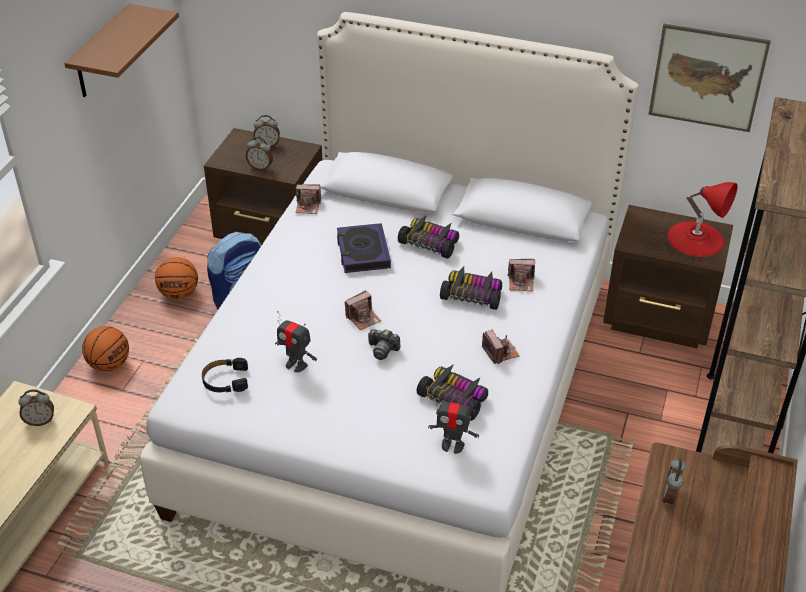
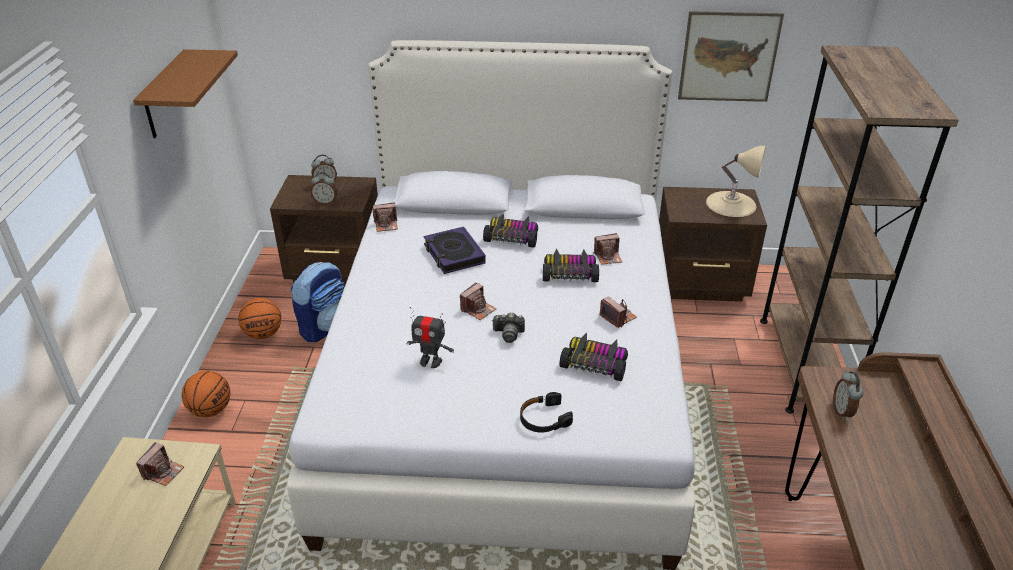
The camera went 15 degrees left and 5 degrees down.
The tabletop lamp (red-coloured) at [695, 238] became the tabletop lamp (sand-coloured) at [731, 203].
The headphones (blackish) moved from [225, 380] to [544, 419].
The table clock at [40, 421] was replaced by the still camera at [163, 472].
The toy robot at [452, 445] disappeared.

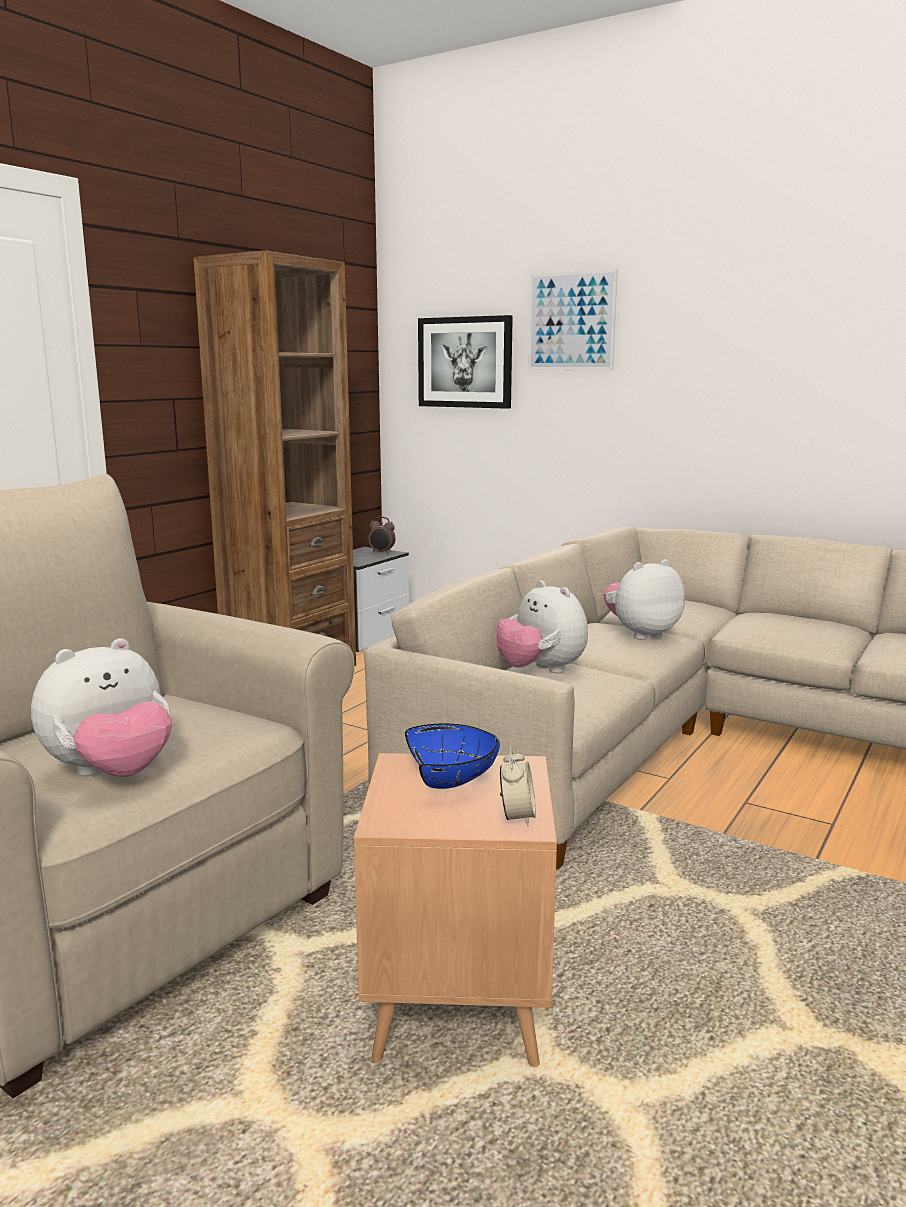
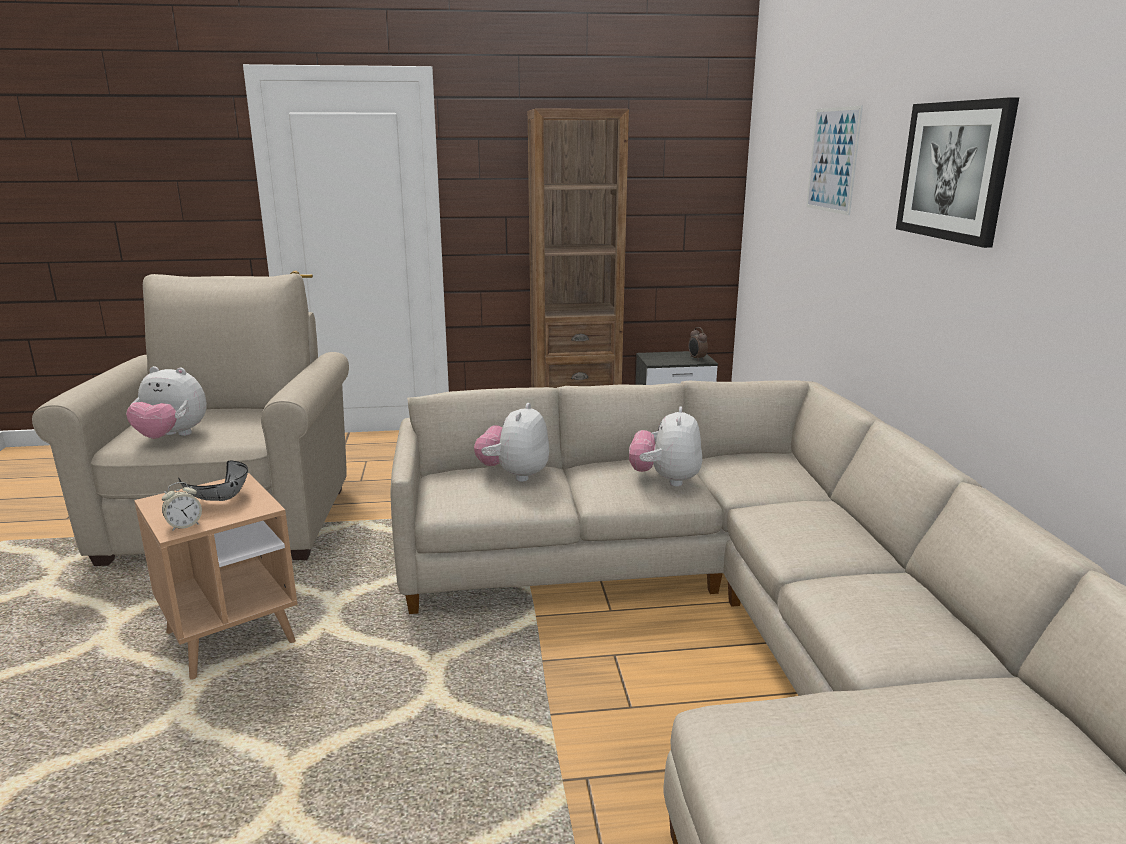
The camera went 50 degrees right and 5 degrees up.
The wall picture moved from [465, 362] to [954, 171].
The plush toy at [641, 634] turned 105 degrees counterclockwise.
The deep dish (bluish) at [454, 781] became the deep dish (grey) at [222, 499].

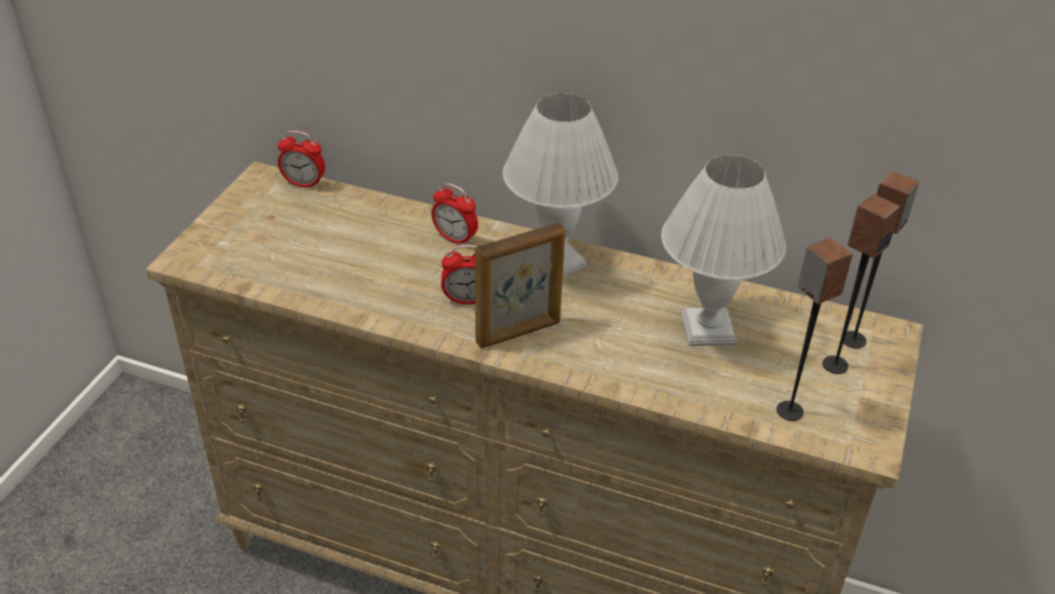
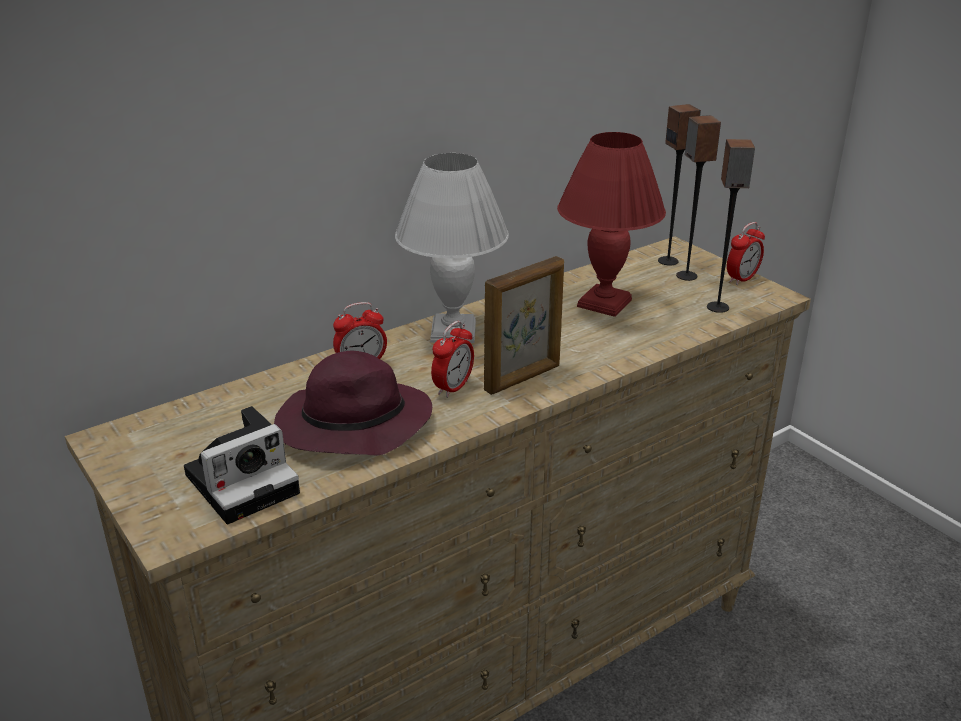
The camera went 55 degrees left and 10 degrees down.
The table clock moved from [304, 184] to [742, 279].
The tabletop lamp (white-coloured) at [709, 330] became the tabletop lamp (red-coloured) at [606, 303].
The picture frame at [519, 333] turned 45 degrees clockwise.
The clothing hat (purple-coloured) at [351, 426] appeared.
The still camera at [245, 481] appeared.

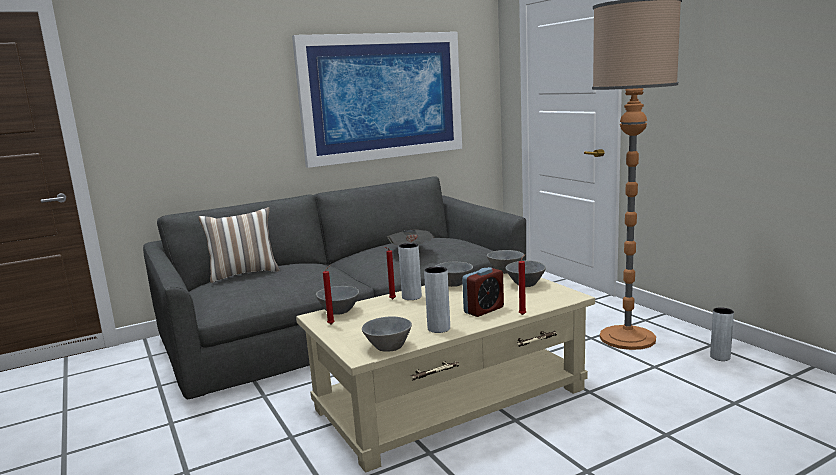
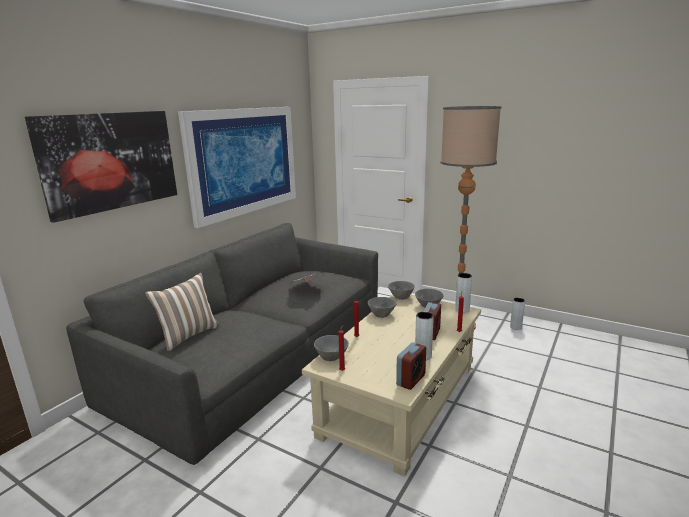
The camera went 30 degrees left and 5 degrees up.
The decorative vase (grey) moved from [411, 297] to [462, 310].
The deep dish (grey) at [388, 346] was replaced by the table clock at [411, 380].
The wall picture at [110, 161] appeared.

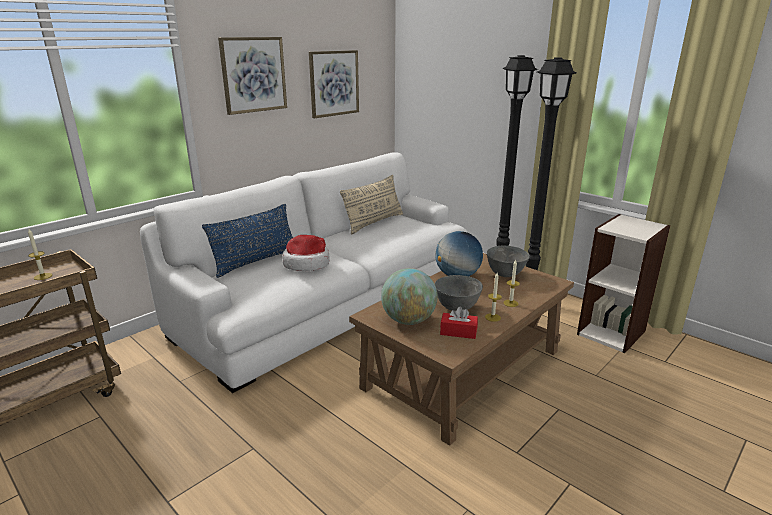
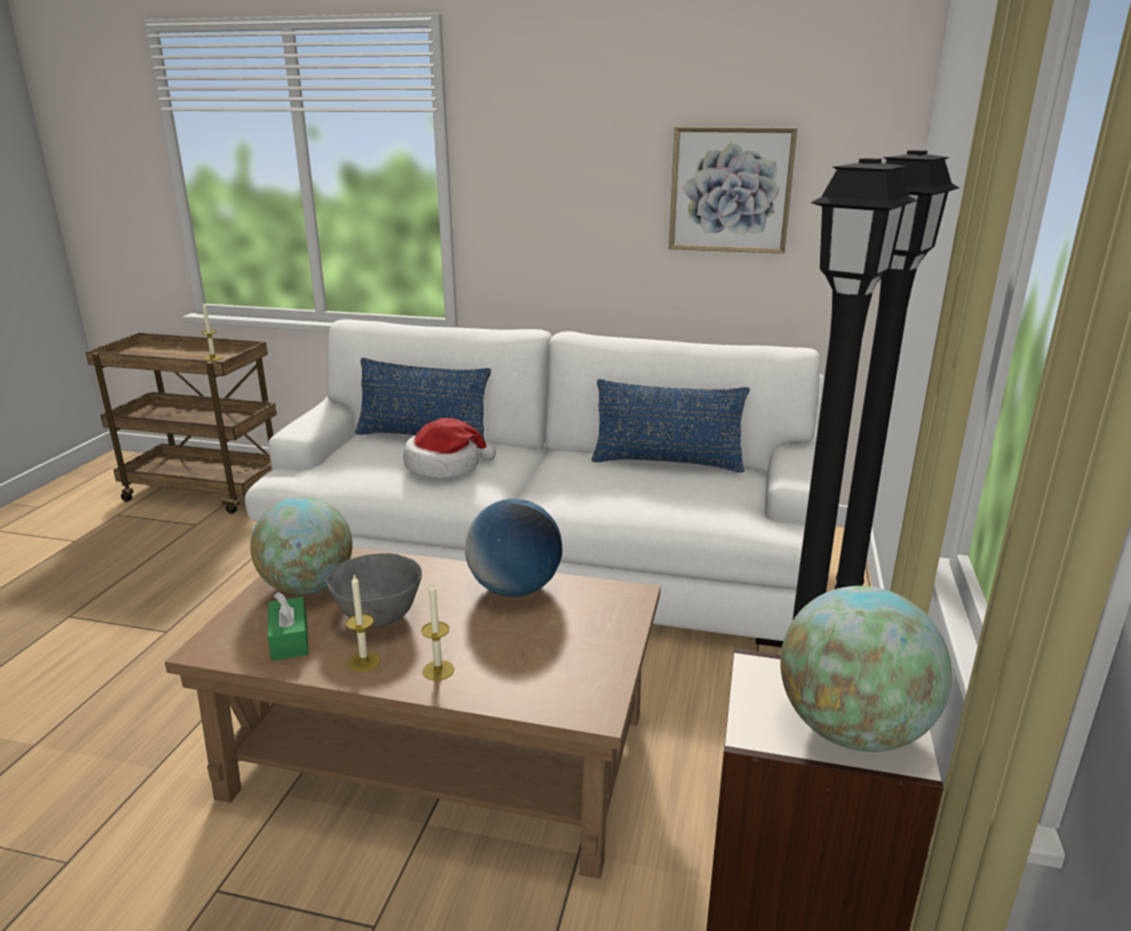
The camera went 60 degrees right and 0 degrees up.
The wall picture at [253, 75] disappeared.
The cushion (sand-coloured) at [374, 222] became the cushion (bluish) at [667, 463].
The deep dish (grey) at [505, 274] disappeared.
The tissue box (red-coloured) at [458, 332] became the tissue box (green-coloured) at [290, 639].
The world globe at [852, 730] appeared.

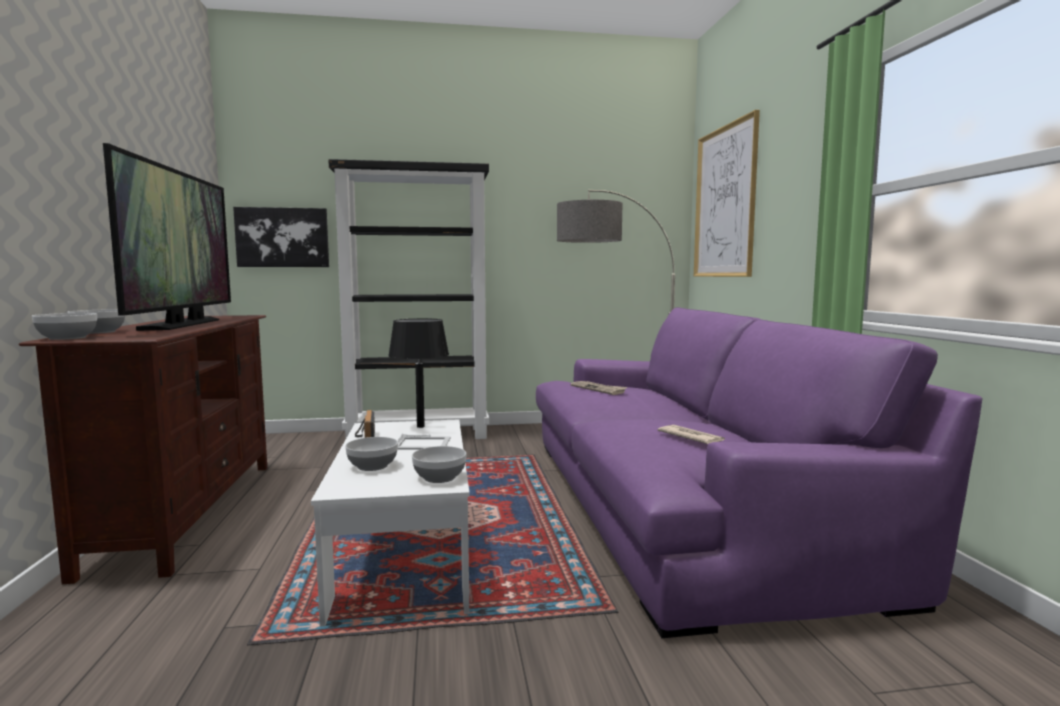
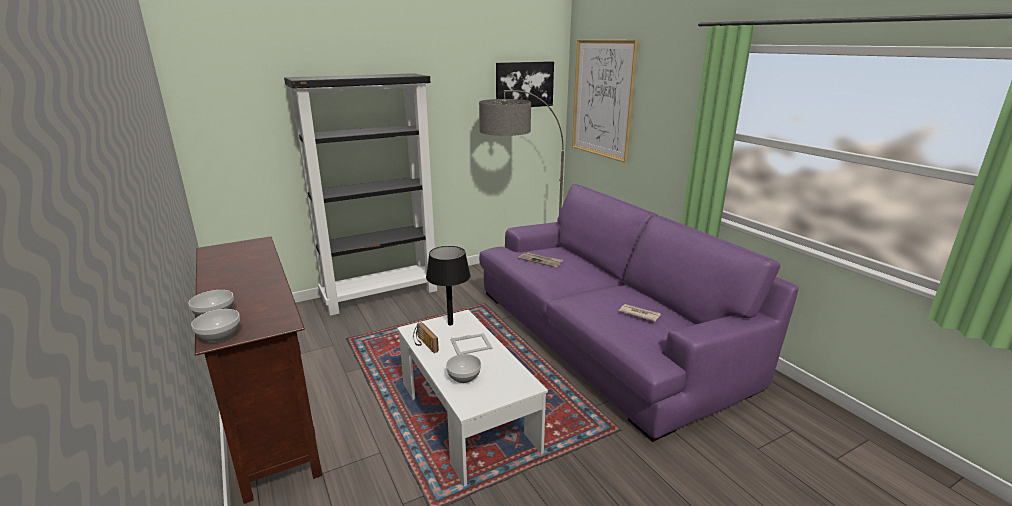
The camera went 20 degrees left and 15 degrees up.
The TV set at [183, 324] disappeared.
The wall picture moved from [283, 237] to [524, 84].
The deep dish at [439, 477] disappeared.

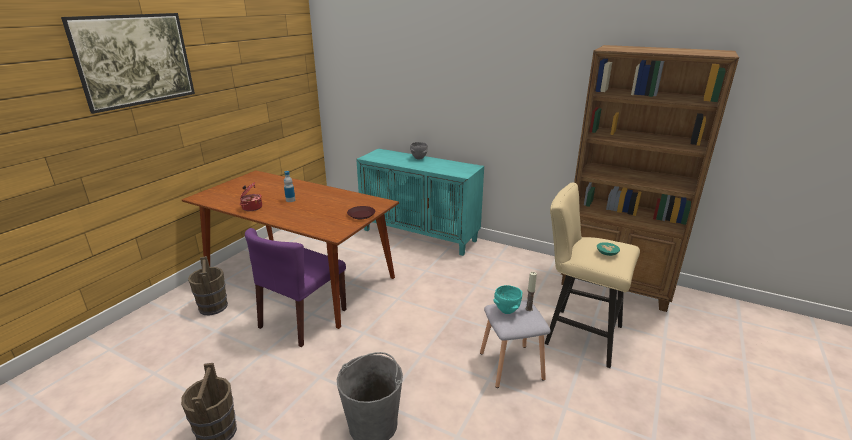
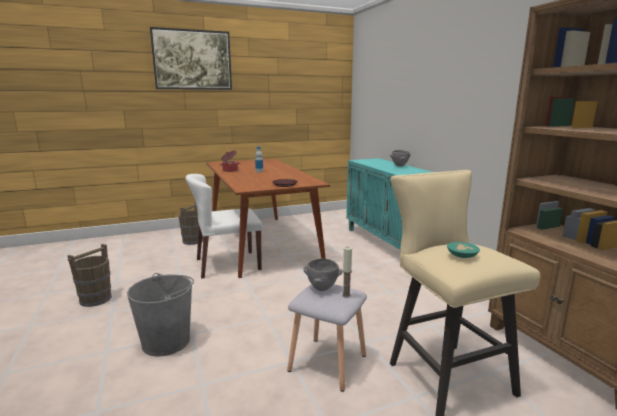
The camera went 40 degrees right and 10 degrees down.
The chair (purple-coloured) at [303, 319] became the chair (white-coloured) at [227, 264].
The deep dish (turquoise-coloured) at [506, 311] became the deep dish (grey) at [321, 288].

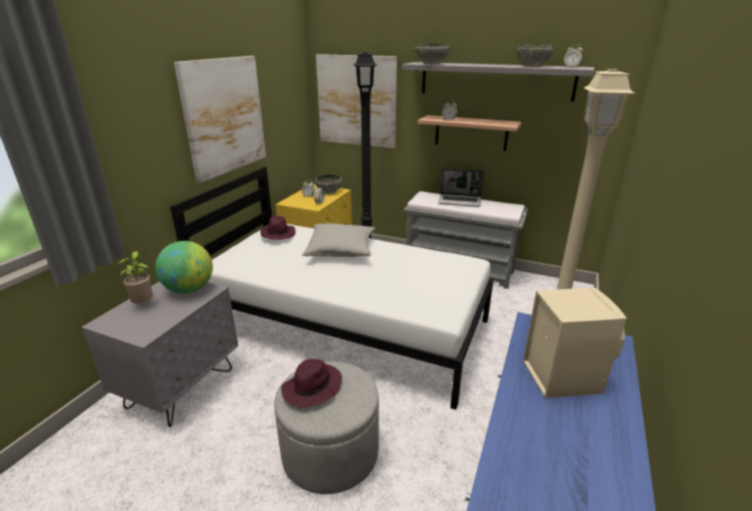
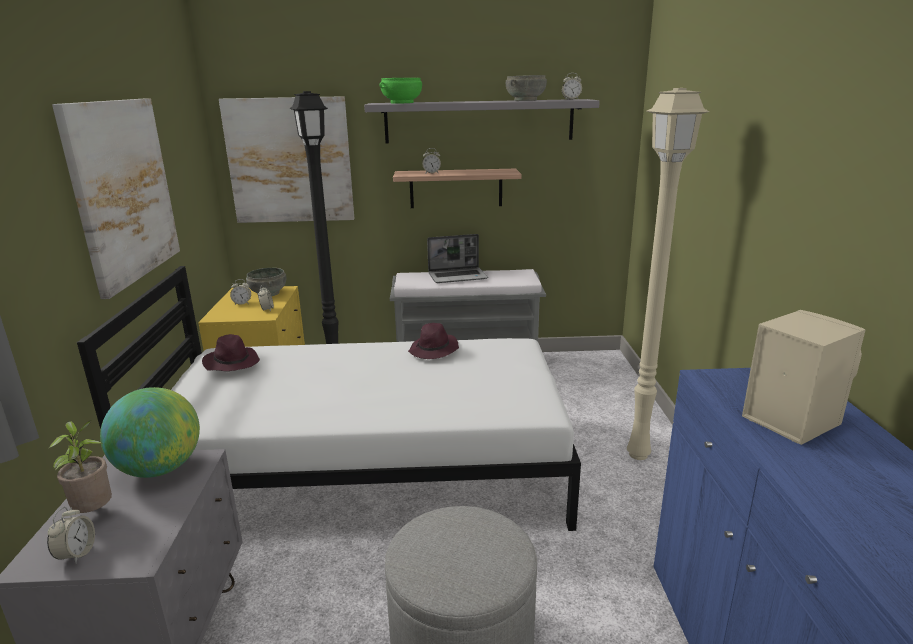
The camera went 25 degrees left and 5 degrees down.
The deep dish (grey) at [432, 63] became the deep dish (green-coloured) at [401, 103].
The cushion (grey) at [341, 250] disappeared.
The clothing hat (purple-coloured) moved from [312, 389] to [434, 350].
The table clock at [77, 554] appeared.

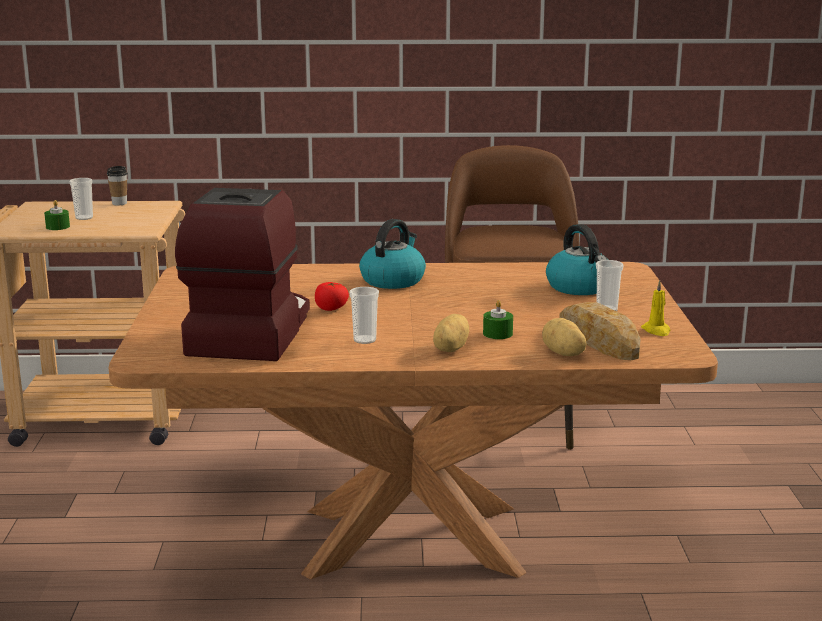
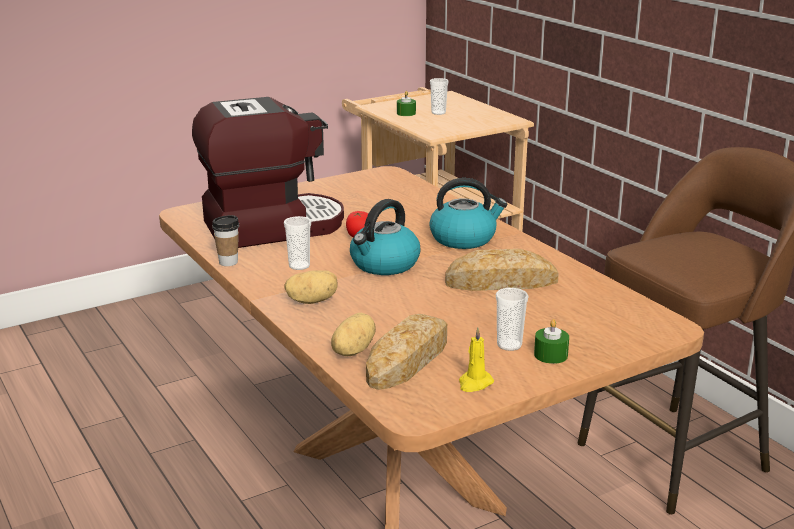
The camera went 60 degrees right and 5 degrees up.
The small cup moved from [119, 203] to [228, 262].
The water kettle moved from [580, 287] to [384, 264].
The wax candle (green-coloured) moved from [497, 334] to [550, 355].
The bread at [501, 282] appeared.

